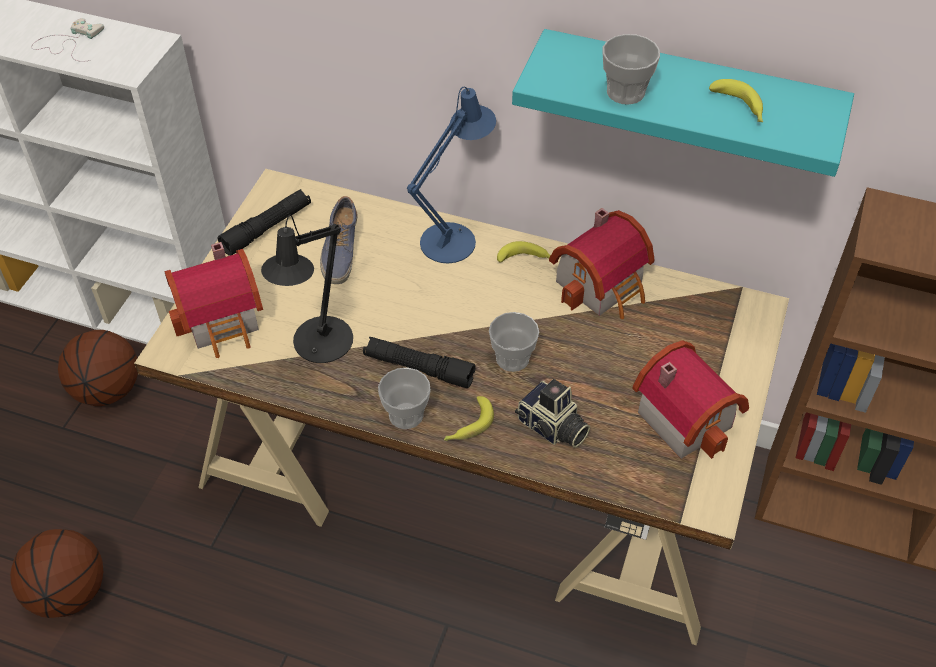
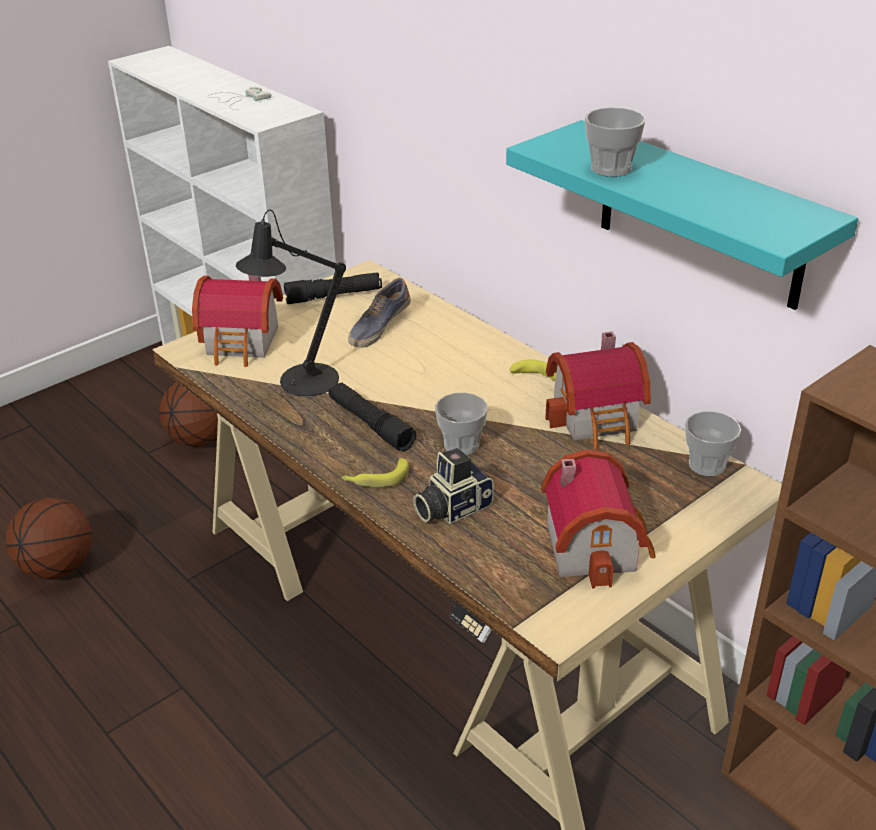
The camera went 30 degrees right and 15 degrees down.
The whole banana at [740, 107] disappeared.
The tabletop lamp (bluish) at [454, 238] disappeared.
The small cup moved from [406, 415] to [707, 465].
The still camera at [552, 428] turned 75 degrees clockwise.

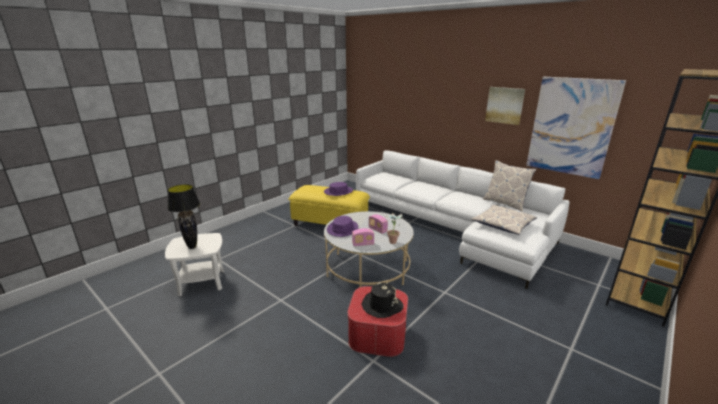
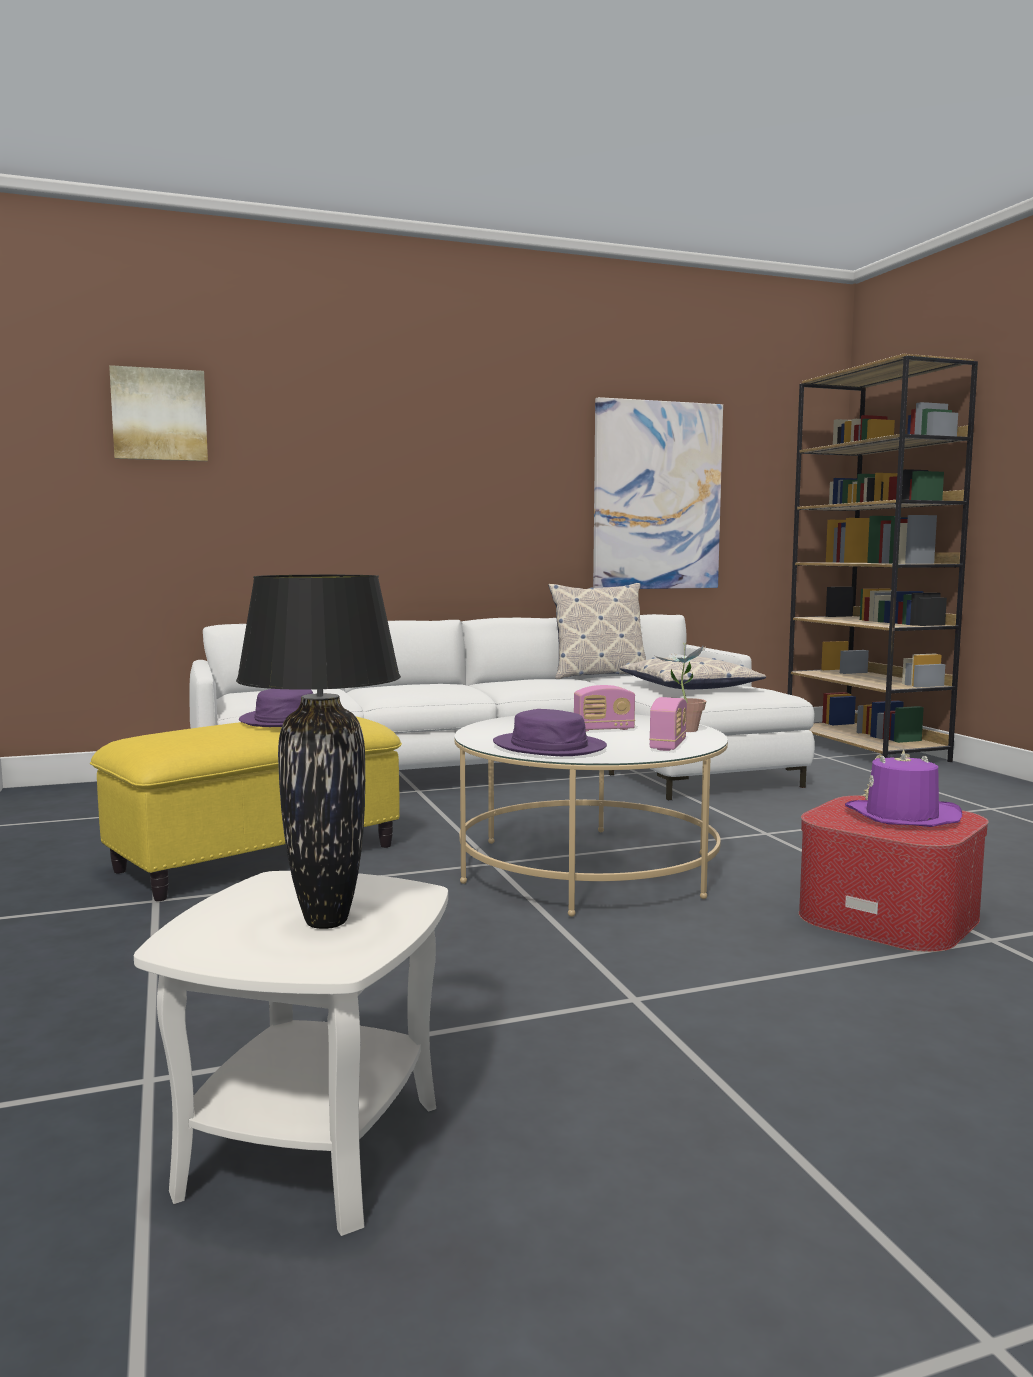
The camera went 60 degrees left and 15 degrees down.
The wall picture moved from [504, 105] to [159, 415].
The clothing hat (blackish) at [382, 306] became the clothing hat (purple-coloured) at [902, 816].

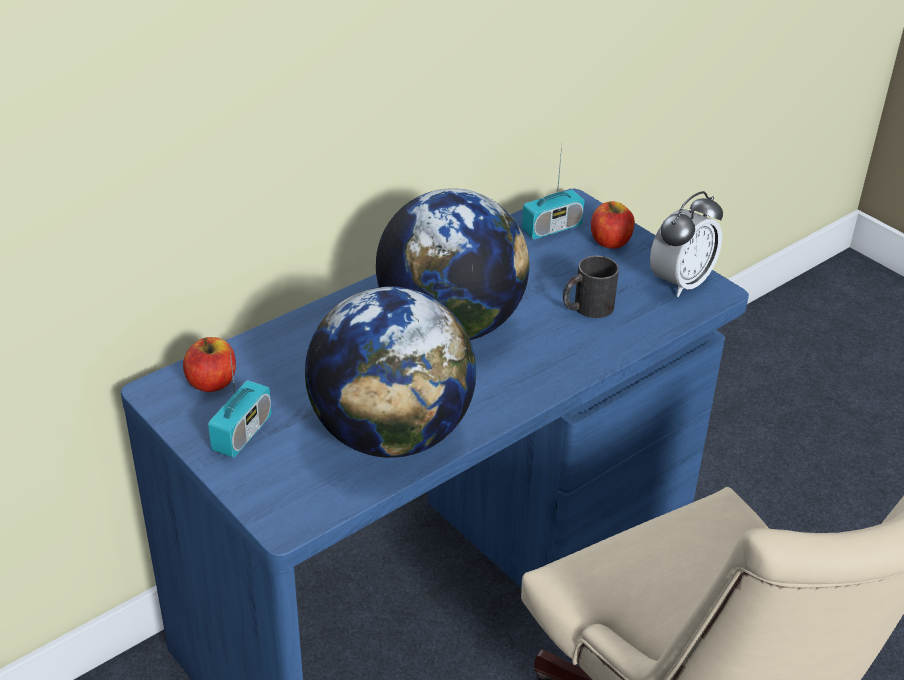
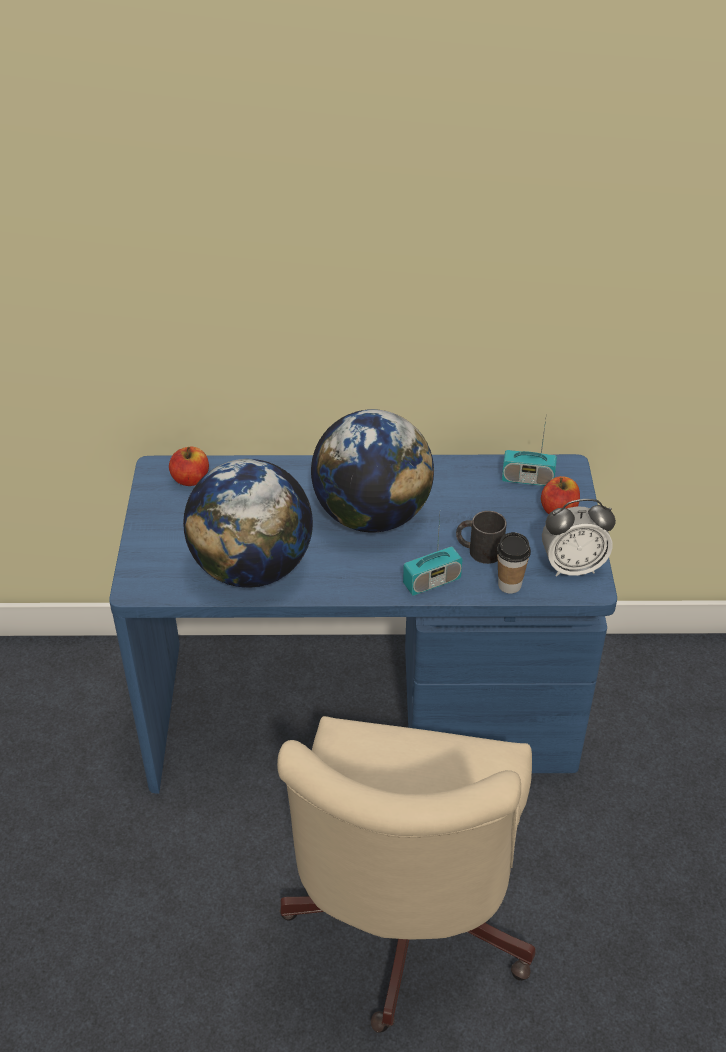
The camera went 40 degrees right and 5 degrees up.
The radio moved from [242, 434] to [432, 582].
The small cup at [509, 585] appeared.

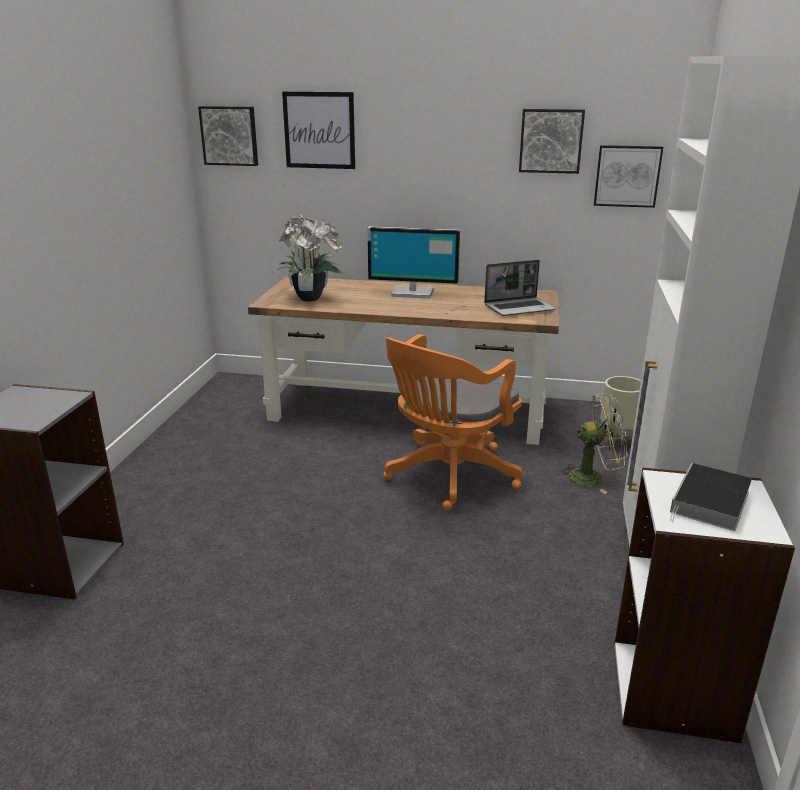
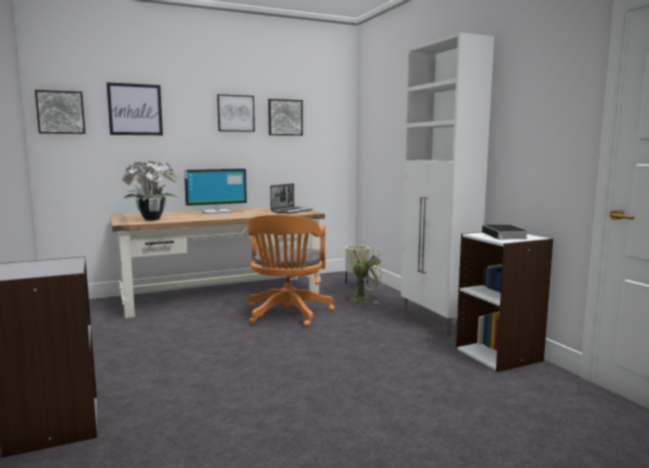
The camera went 35 degrees left and 15 degrees down.
The wall picture moved from [627, 176] to [235, 113].

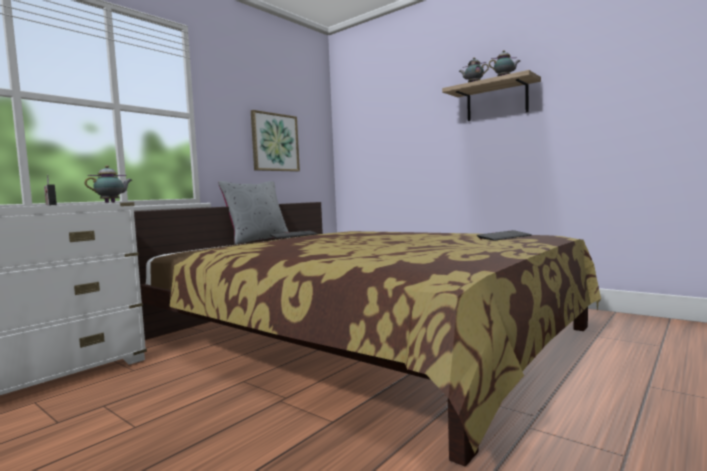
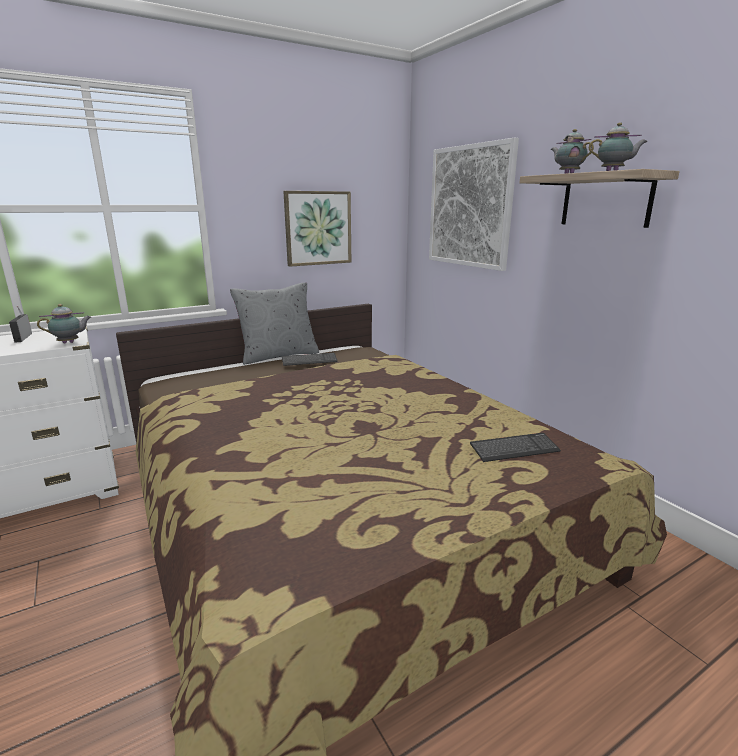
The camera went 20 degrees right and 15 degrees up.
The wall picture at [470, 206] appeared.

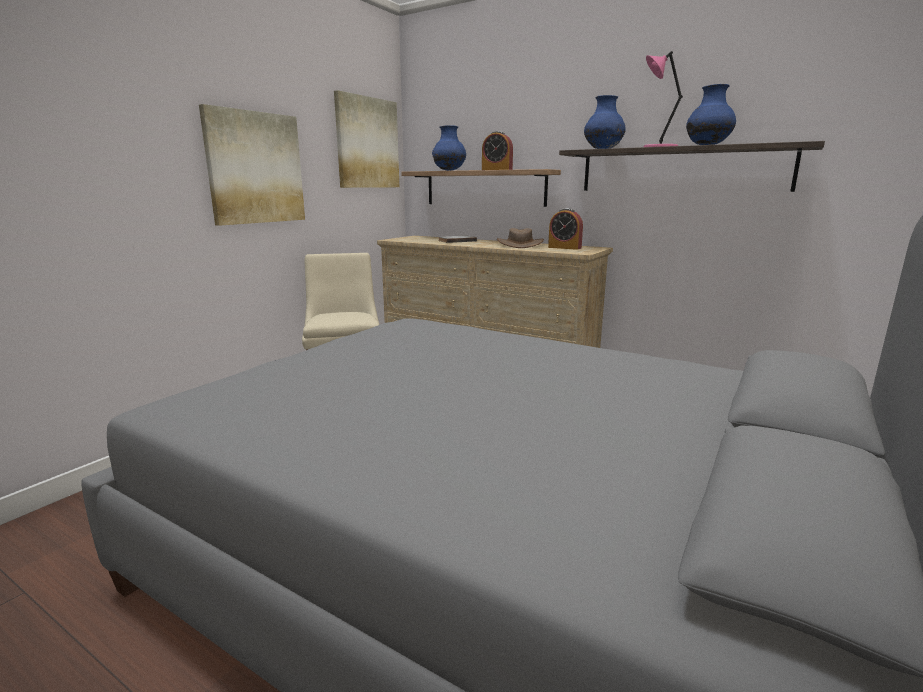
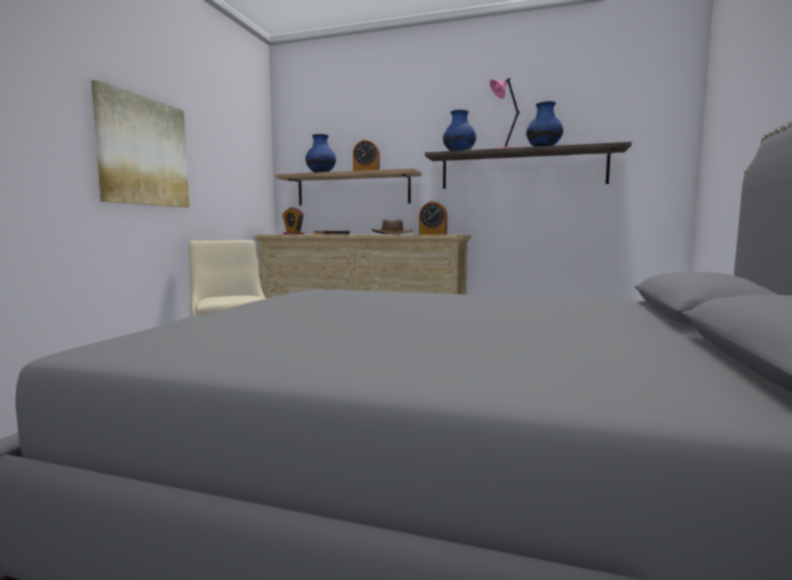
The camera went 15 degrees left and 10 degrees down.
The wall picture at [367, 143] disappeared.
The table clock at [293, 234] appeared.

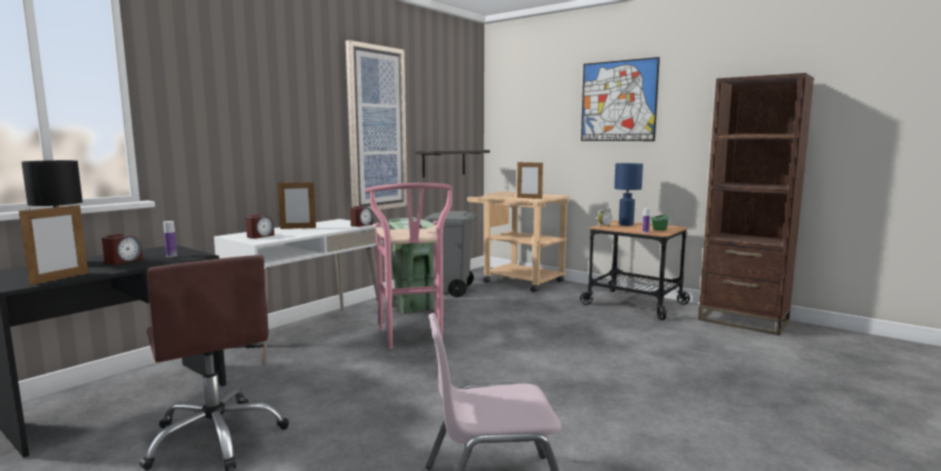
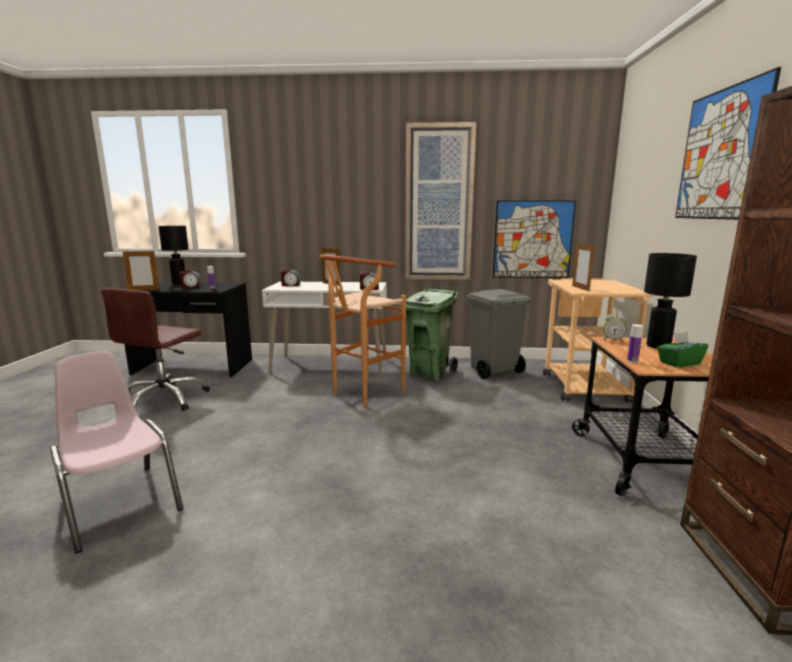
The camera went 55 degrees right and 5 degrees up.
The shelf at [444, 163] was replaced by the wall picture at [532, 239].
The tabletop lamp (bluish) at [625, 224] became the tabletop lamp (blackish) at [657, 346].
The sitting stool (pink-coloured) at [413, 339] became the sitting stool (brownish) at [362, 394].

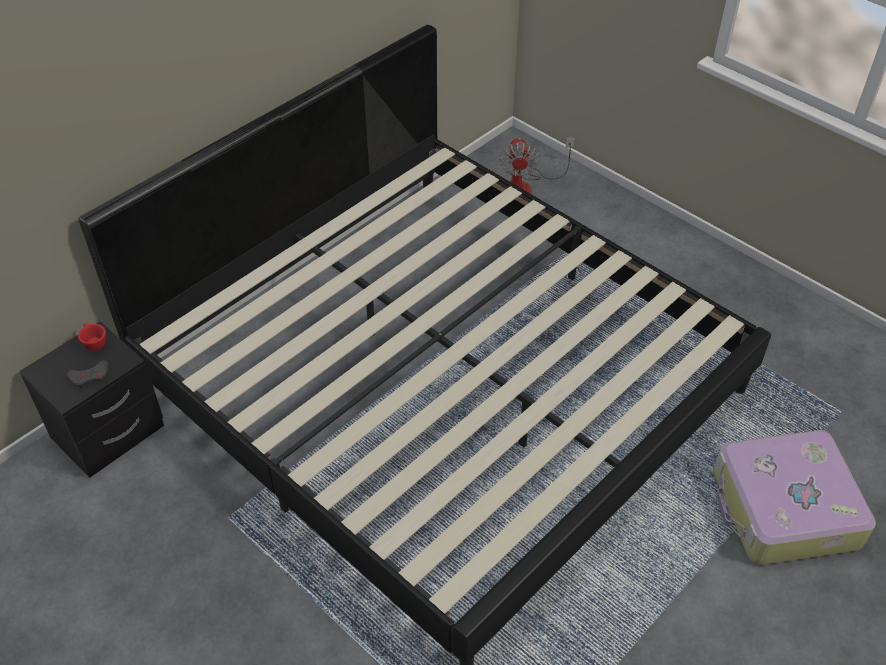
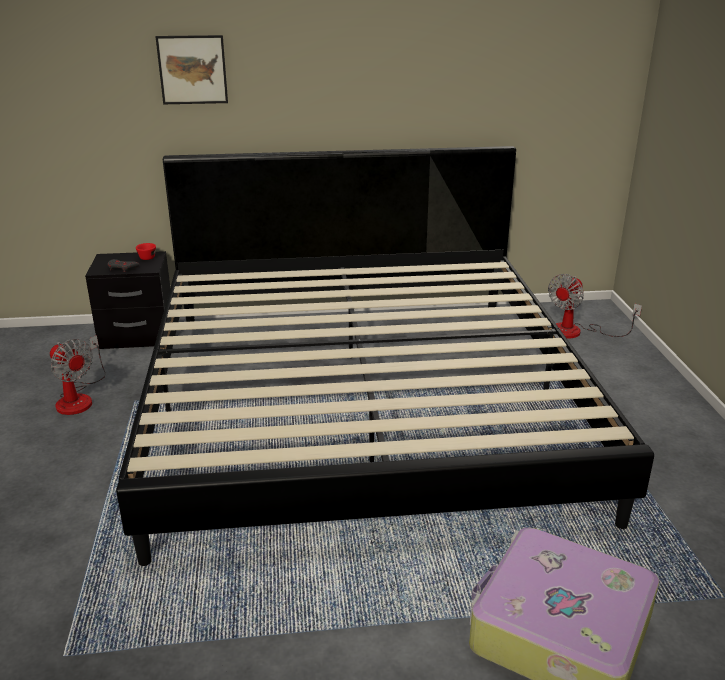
The camera went 40 degrees right and 20 degrees down.
The wall picture at [192, 70] appeared.
The fan at [79, 398] appeared.

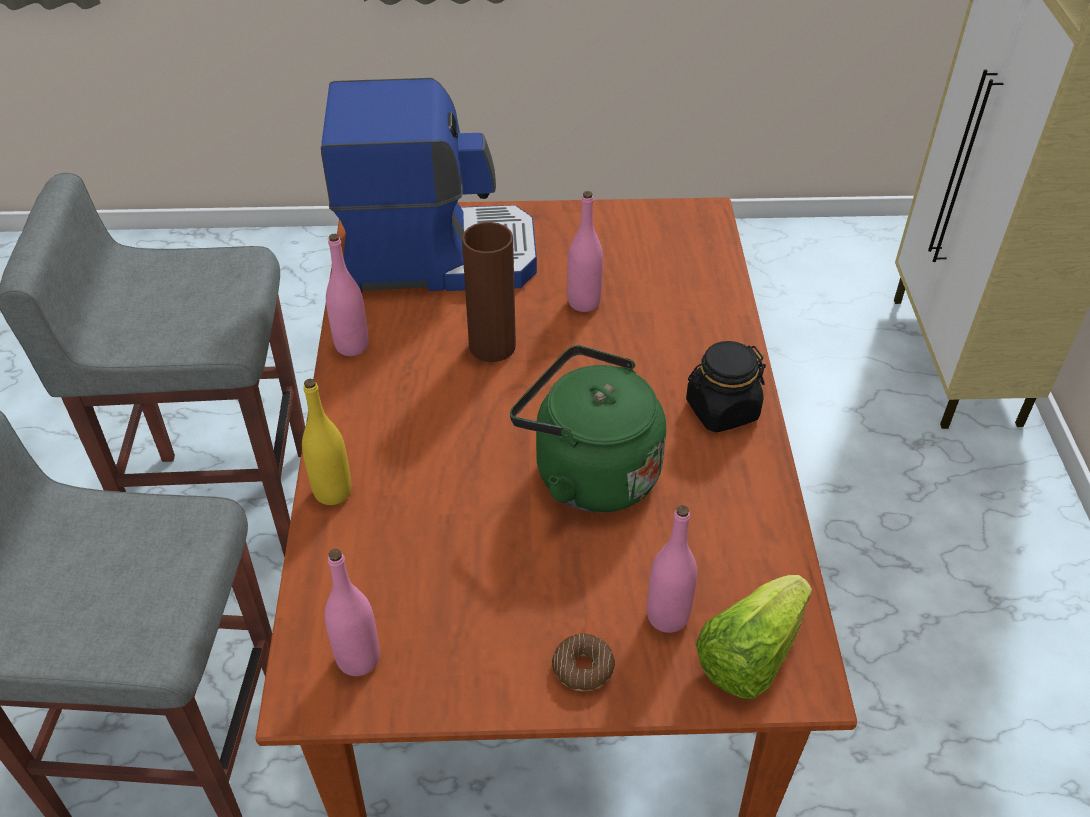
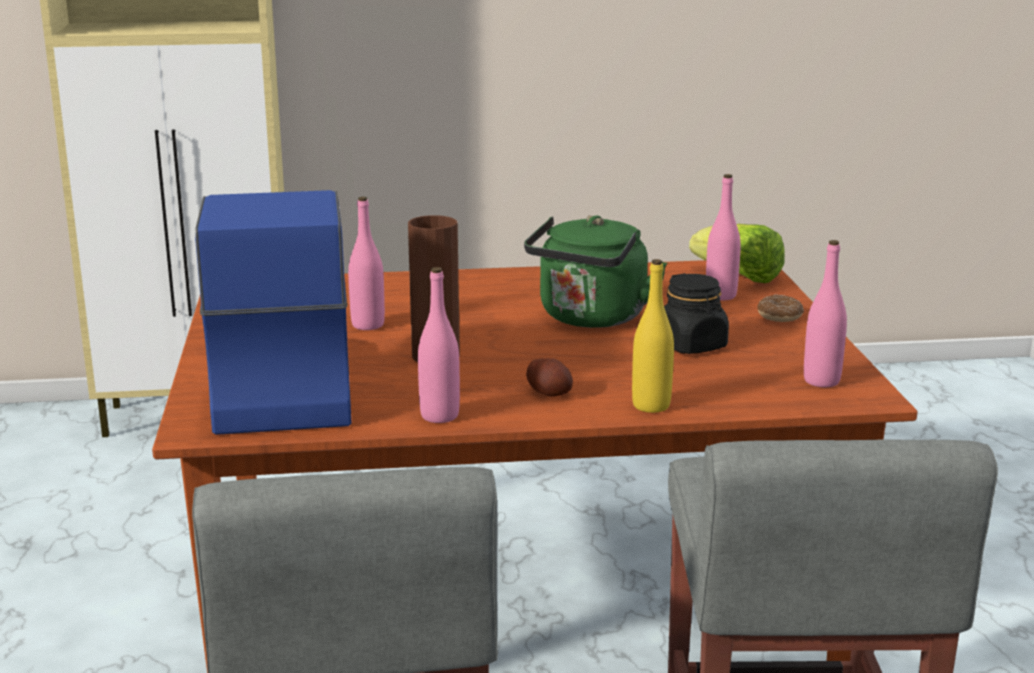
The camera went 95 degrees left and 25 degrees down.
The preserve jar (blackish) moved from [721, 410] to [692, 345].
The potato at [550, 393] appeared.

